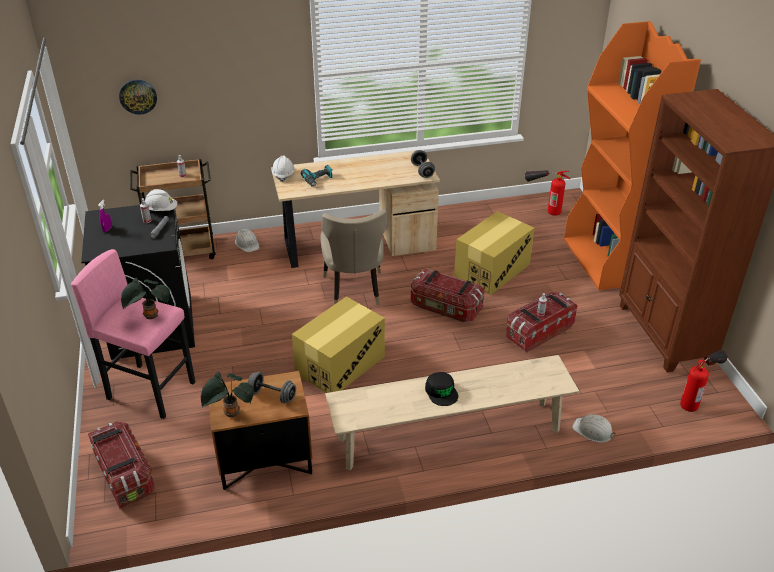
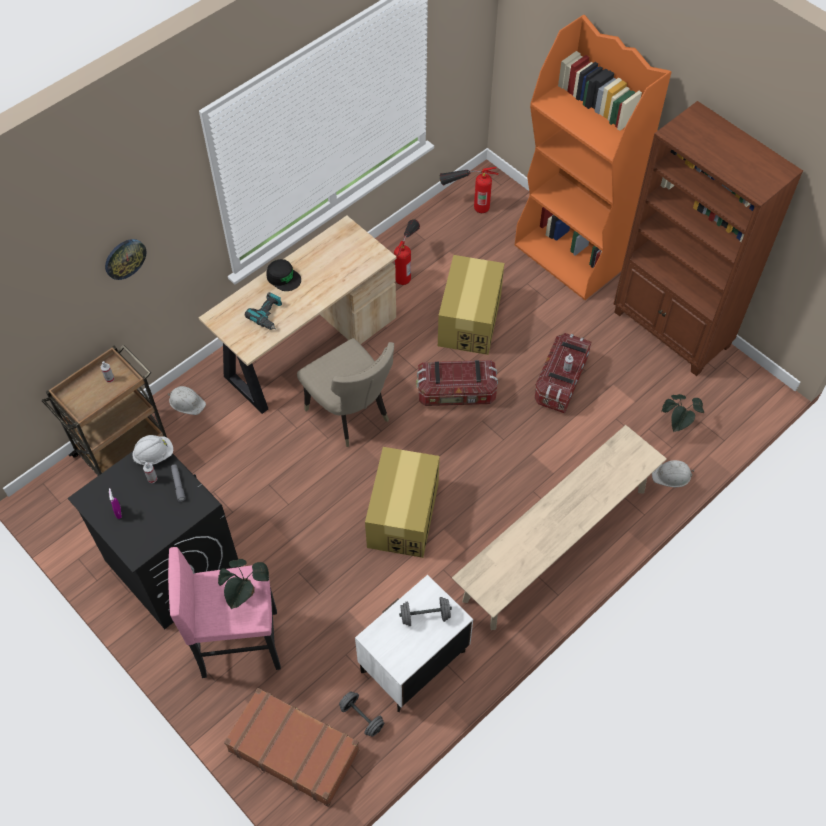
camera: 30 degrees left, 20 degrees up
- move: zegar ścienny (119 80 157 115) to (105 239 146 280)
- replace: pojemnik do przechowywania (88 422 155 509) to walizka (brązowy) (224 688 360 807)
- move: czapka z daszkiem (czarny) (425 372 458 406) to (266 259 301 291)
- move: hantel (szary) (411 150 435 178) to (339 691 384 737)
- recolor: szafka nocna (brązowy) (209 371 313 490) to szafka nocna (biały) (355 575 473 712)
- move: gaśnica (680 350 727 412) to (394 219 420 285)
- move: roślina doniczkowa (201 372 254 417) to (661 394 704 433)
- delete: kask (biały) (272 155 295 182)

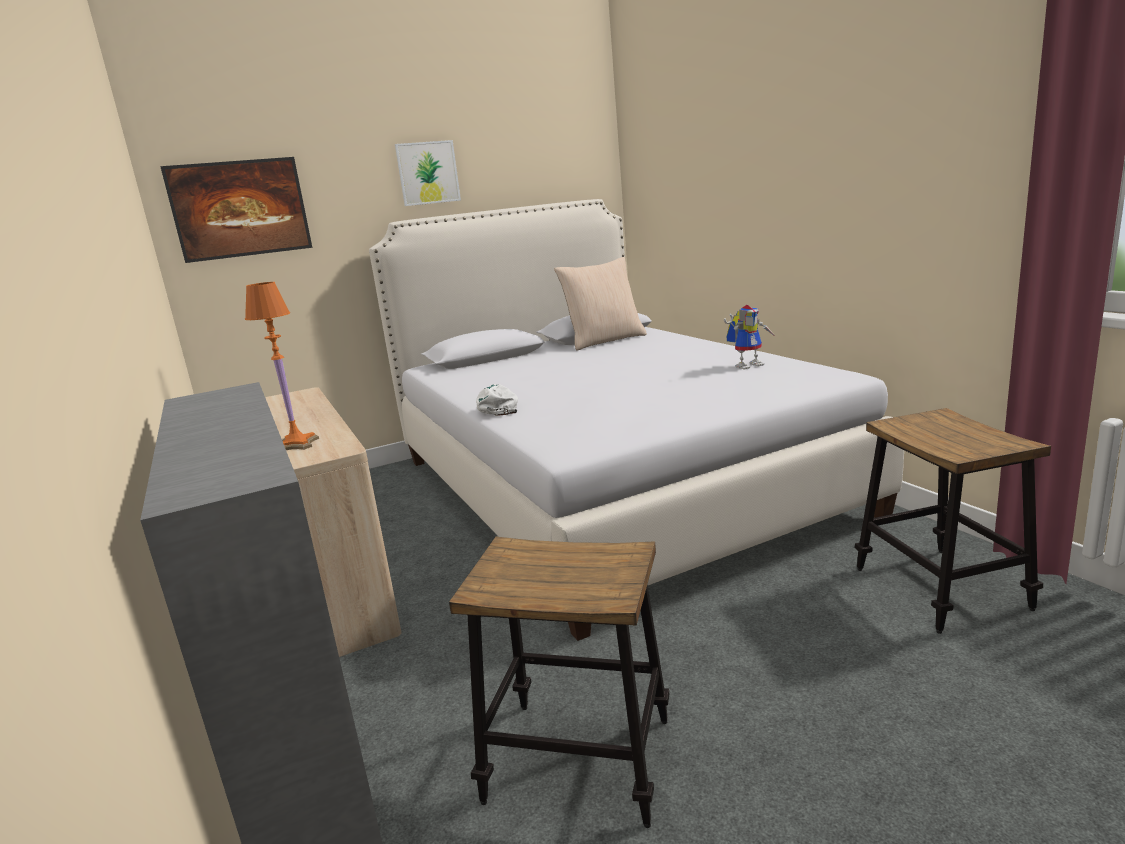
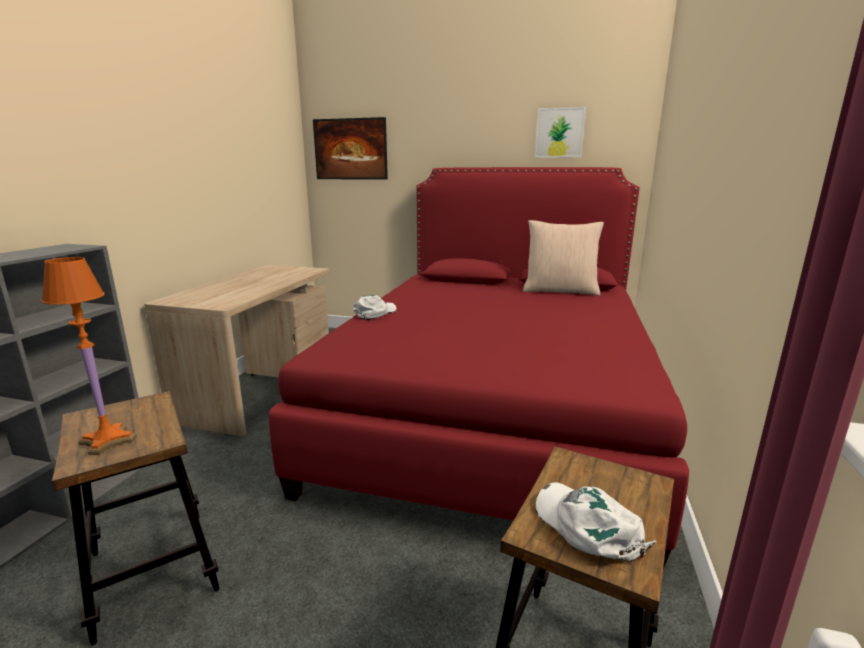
camera: 40 degrees right, 0 degrees up
- move: lampa stołowa (pomarańczowy) (245 282 319 450) to (41 257 137 455)
- recolor: łóżko (biały) (369 199 904 641) to łóżko (czerwony) (269 167 689 569)
- move: obraz (395 140 461 206) to (535 107 586 158)
- insert: czapka z daszkiem (biały) (535 482 656 562)
- delete: robot zabawkowy (724 305 776 370)

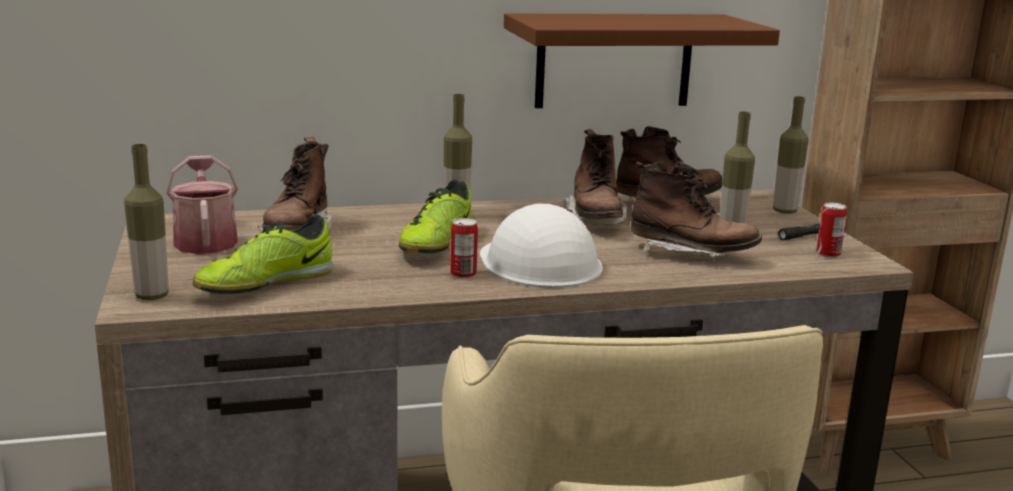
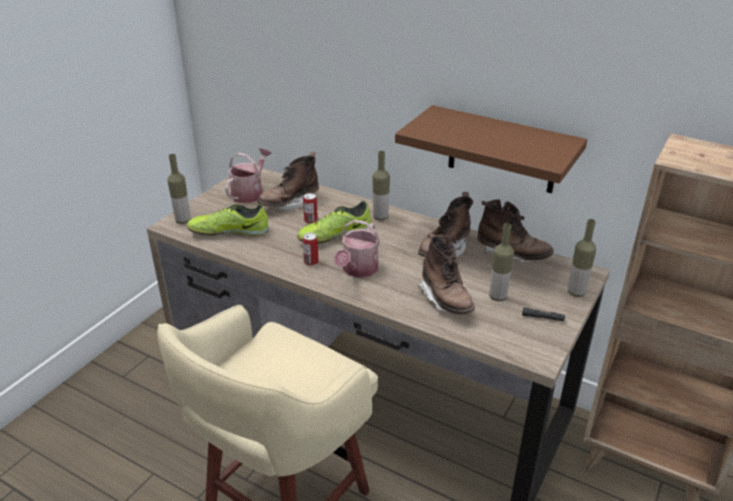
camera: 45 degrees right, 15 degrees up
- move: puszka (816 202 847 258) to (303 193 318 224)
- replace: kask (biały) (480 204 603 288) to konewka (334 220 380 278)

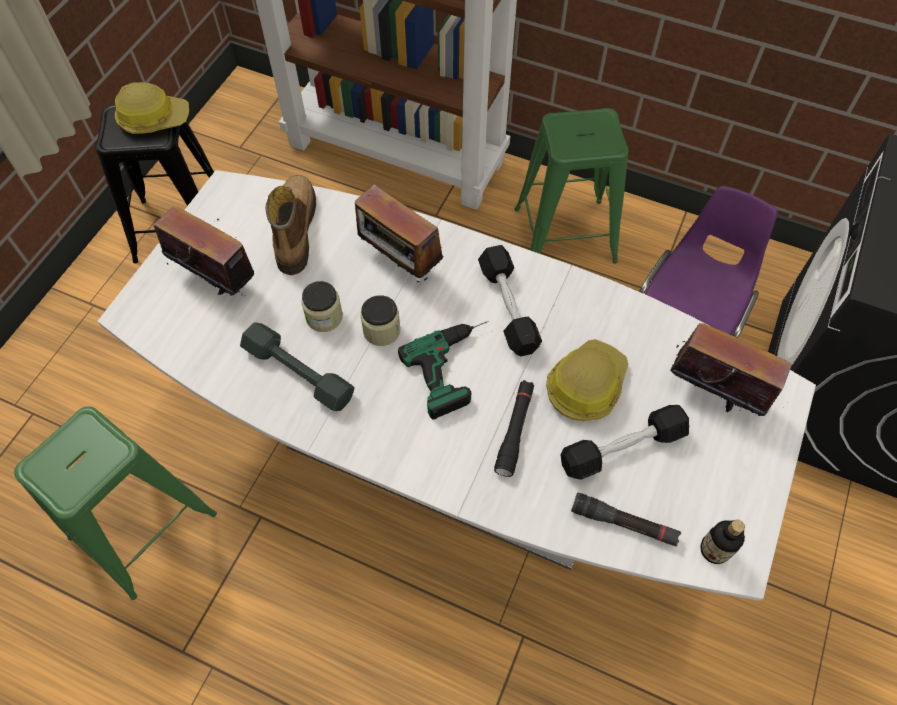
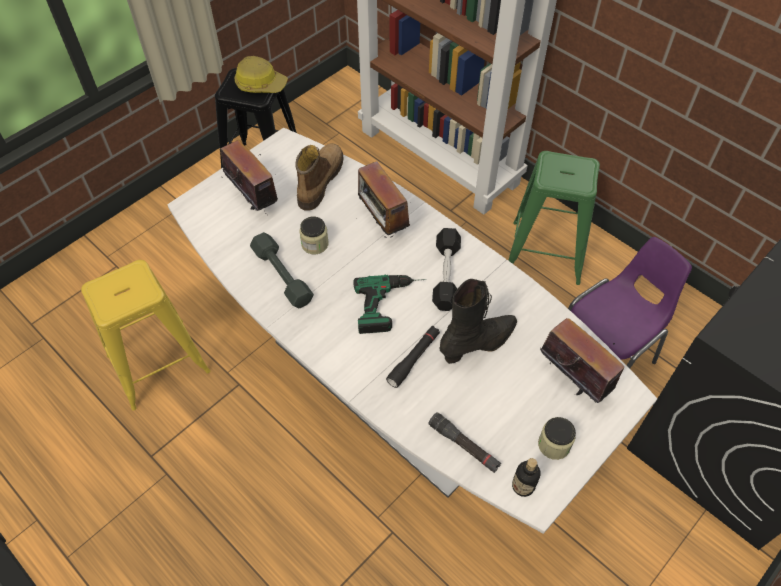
camera: 20 degrees right, 5 degrees down
- recolor: stołek (zielony) (14 406 217 600) to stołek (żółty) (81 260 210 411)
- replace: kask (546 339 628 421) to but z cholewką (czarny) (439 279 517 364)
- move: słoik (361 295 400 346) to (538 417 576 460)
- delete: hantel (czarny) (560 405 689 480)

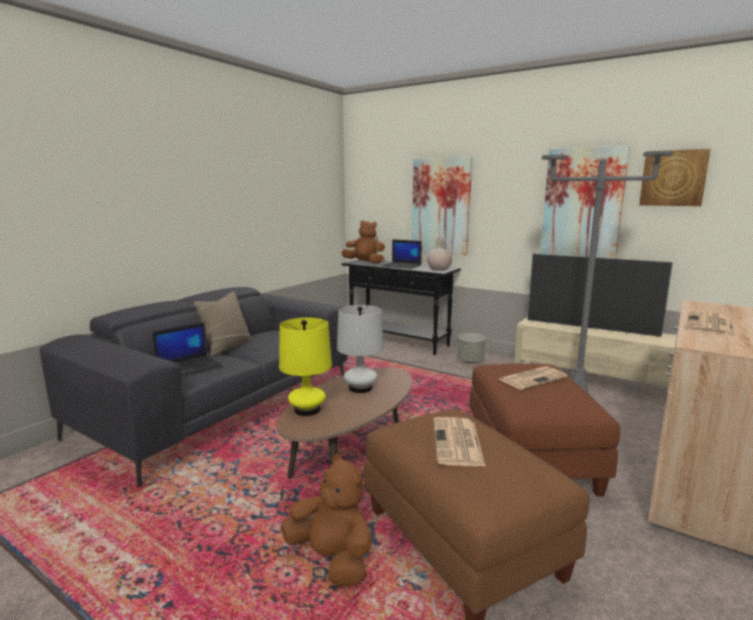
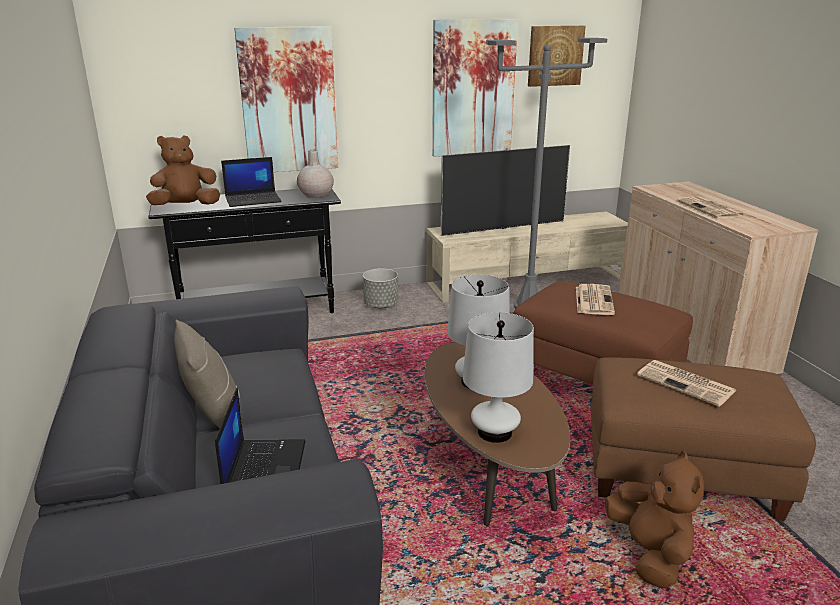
camera: 50 degrees left, 10 degrees up
- recolor: lampa stołowa (żółty) (279 318 332 416) to lampa stołowa (biały) (463 312 534 443)
- rotate: pluszak (brązowy) (281 454 372 587) = (605 451 704 588) 90 degrees clockwise

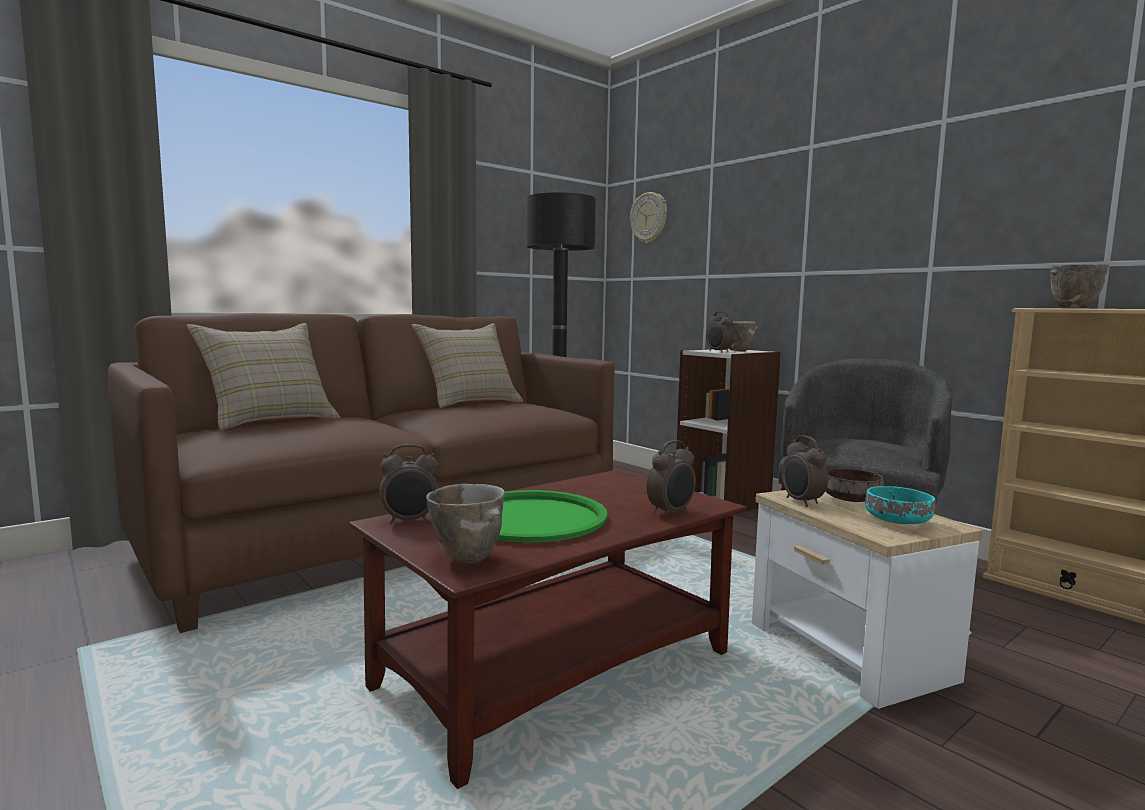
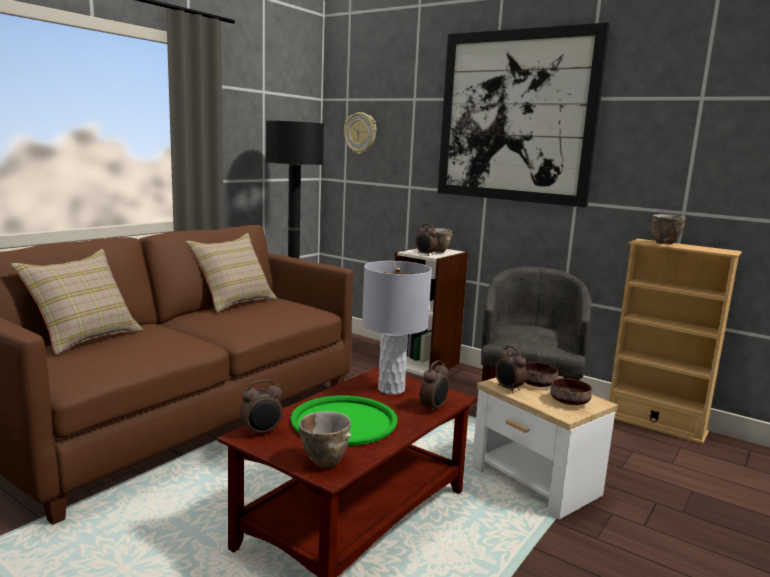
camera: 15 degrees left, 5 degrees up
- insert: lampa stołowa (szary) (362 261 432 395)
- insert: obraz (438 22 610 207)
- recolor: miska (turkusowy) (865 486 935 524) to miska (brązowy) (550 378 592 405)

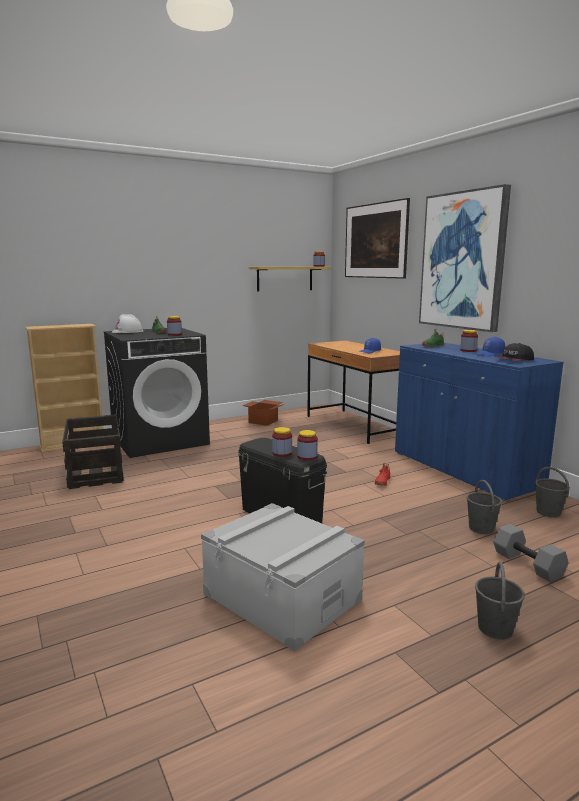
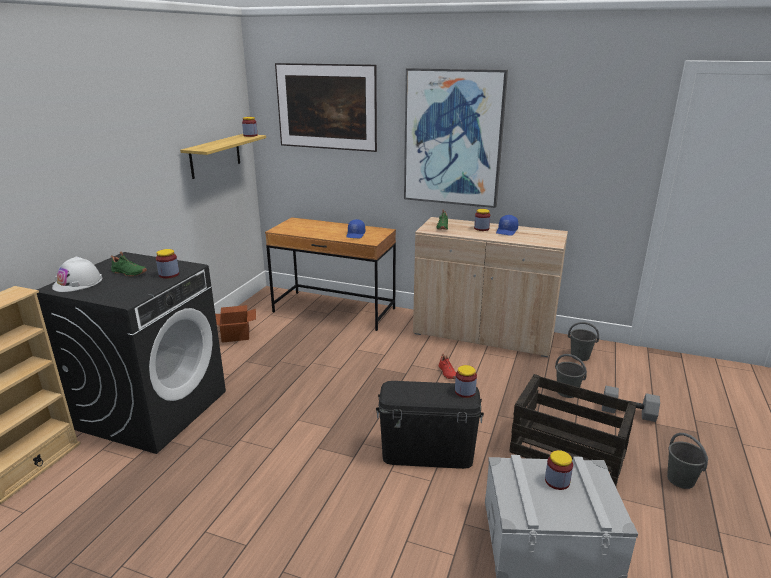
camera: 40 degrees left, 10 degrees up
- recolor: szafka (niebieski) (395 343 564 502) to szafka (beżowy) (413 217 568 357)
- move: skrzynka (62 414 124 489) to (509 374 637 486)
- move: słoik (272 427 292 457) to (545 450 573 490)
- delete: czapka z daszkiem (494 343 534 361)

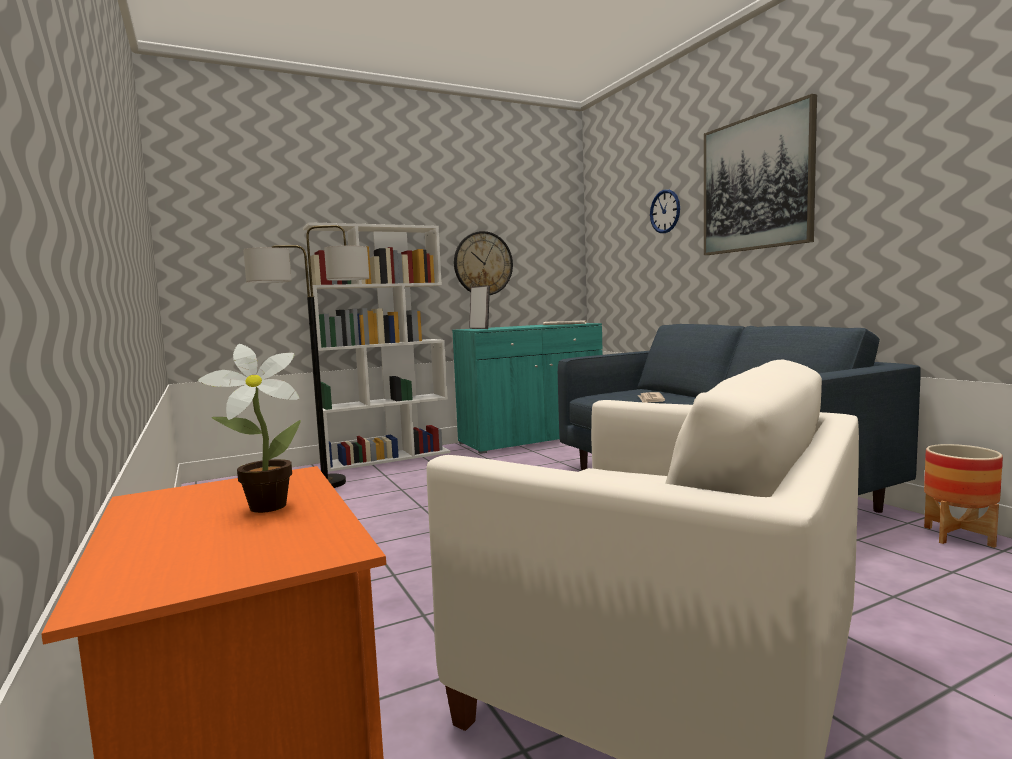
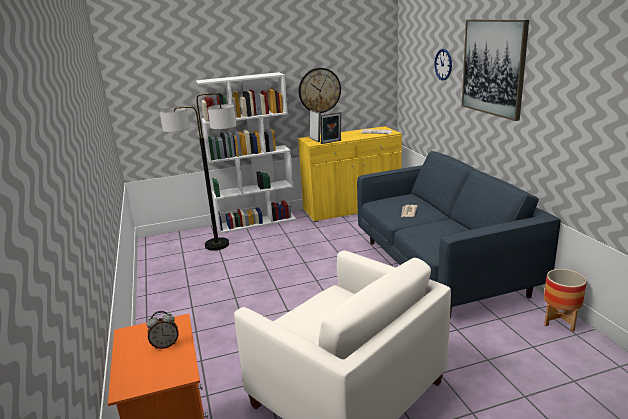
camera: 10 degrees right, 15 degrees up
- replace: roślina doniczkowa (198 344 301 513) to budzik (147 311 178 349)
- recolor: szafka (turkusowy) (452 323 602 454) to szafka (żółty) (298 126 402 222)
- insert: ramka na zdjęcie (320 112 341 144)

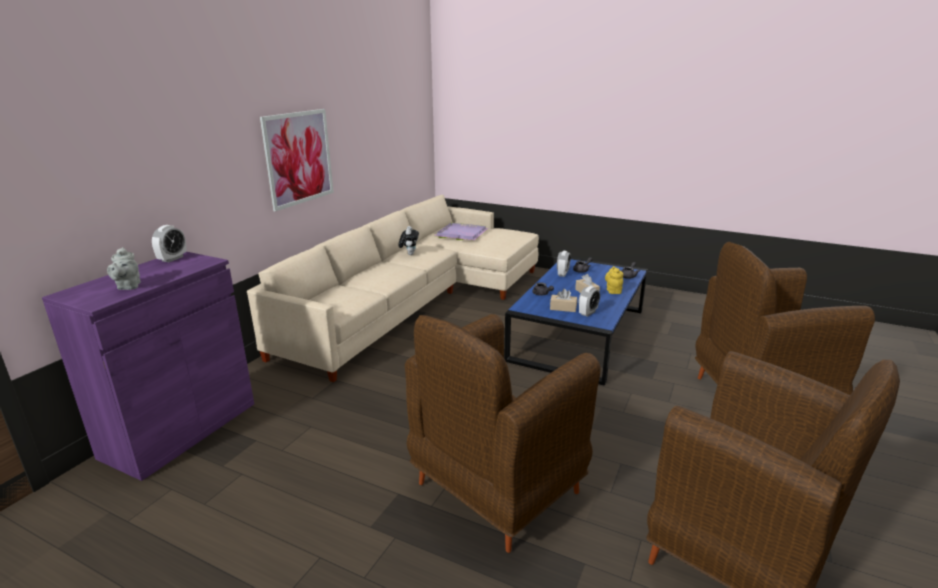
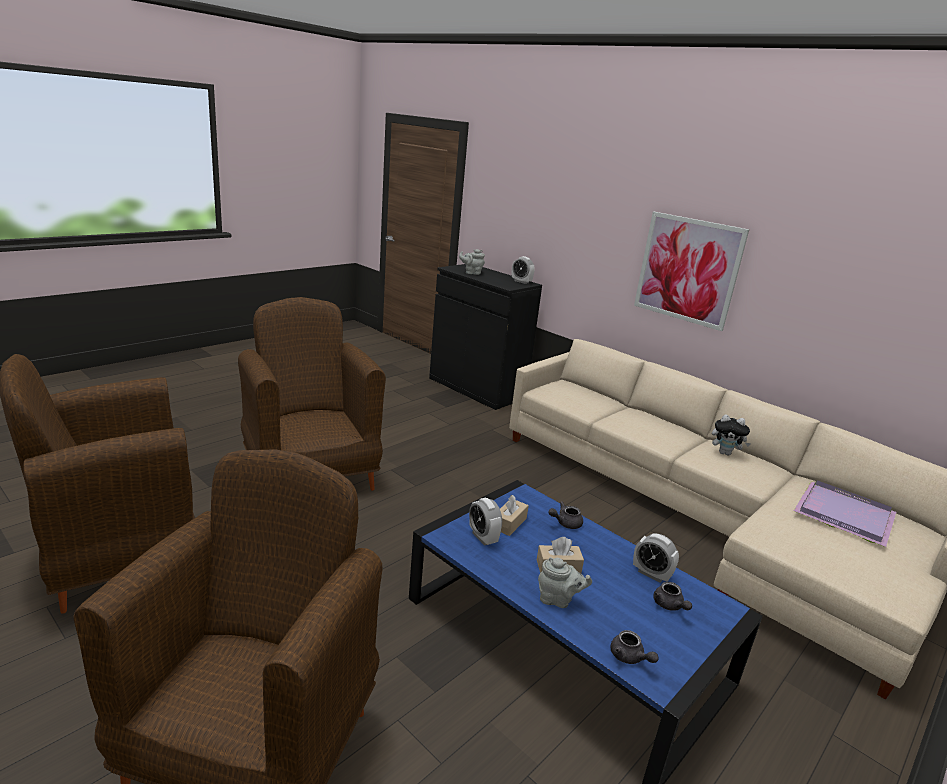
camera: 105 degrees right, 0 degrees up
- recolor: szafka (fioletowy) (42 252 254 481) to szafka (czarny) (429 264 542 410)
- recolor: imbryk (żółty) (605 266 623 294) to imbryk (szary) (538 557 592 608)

